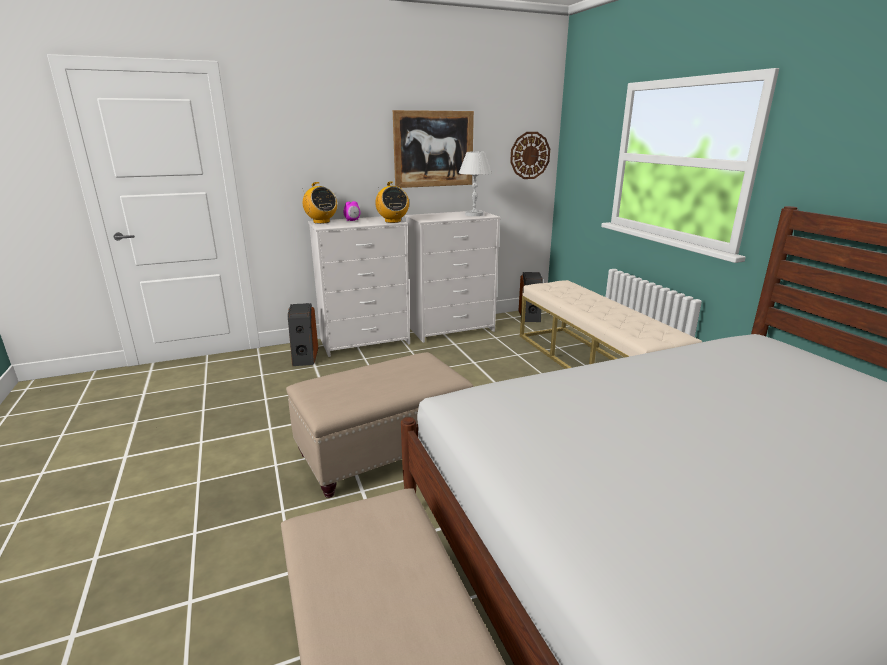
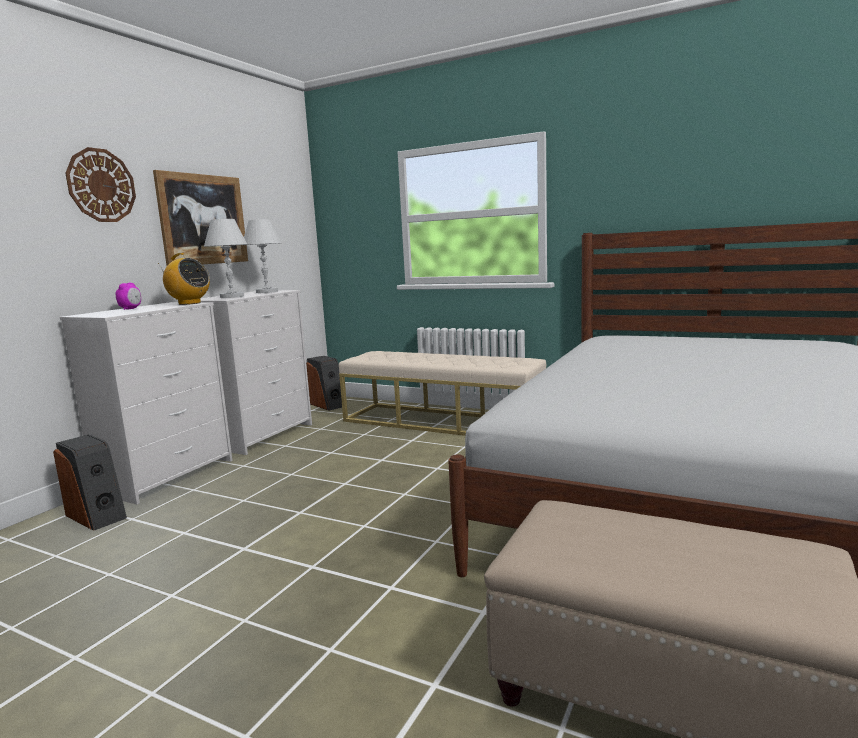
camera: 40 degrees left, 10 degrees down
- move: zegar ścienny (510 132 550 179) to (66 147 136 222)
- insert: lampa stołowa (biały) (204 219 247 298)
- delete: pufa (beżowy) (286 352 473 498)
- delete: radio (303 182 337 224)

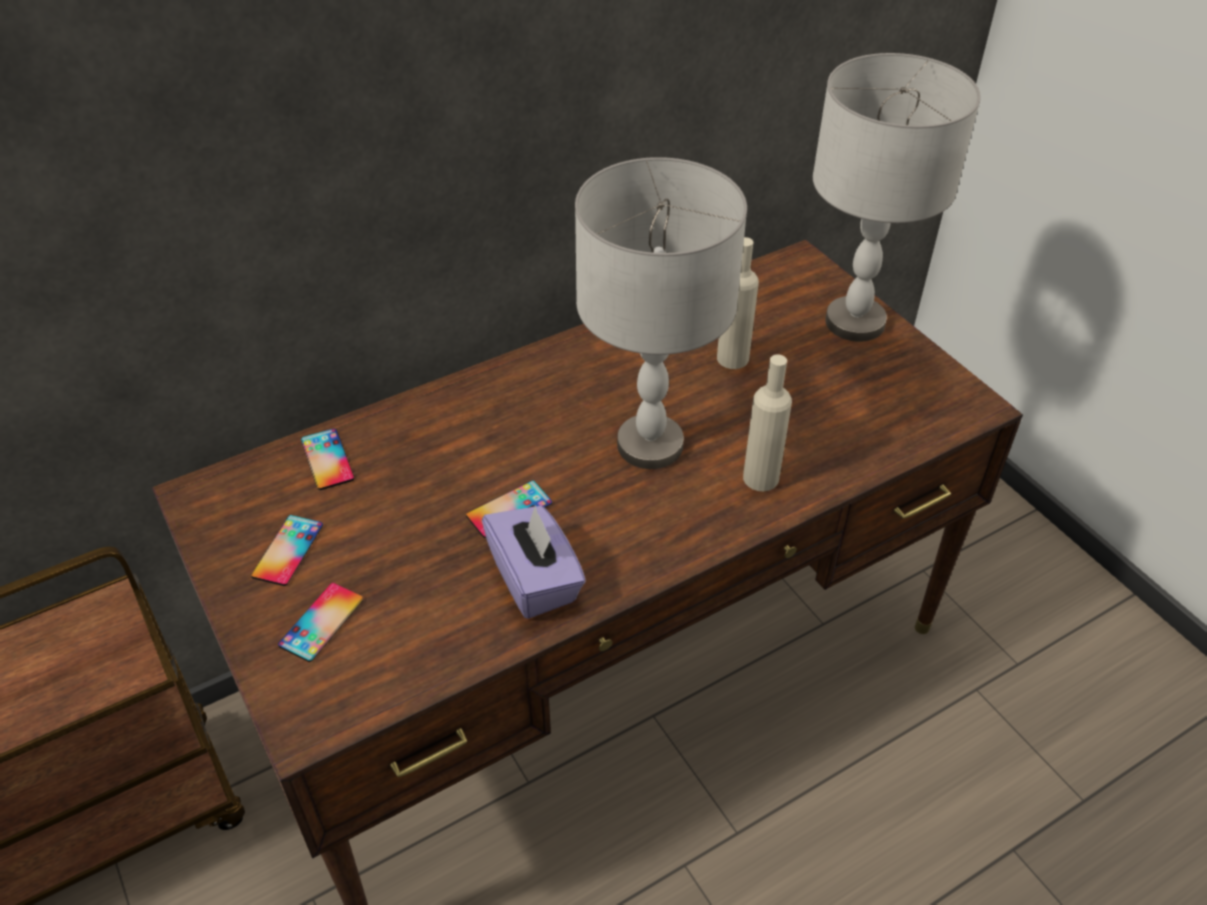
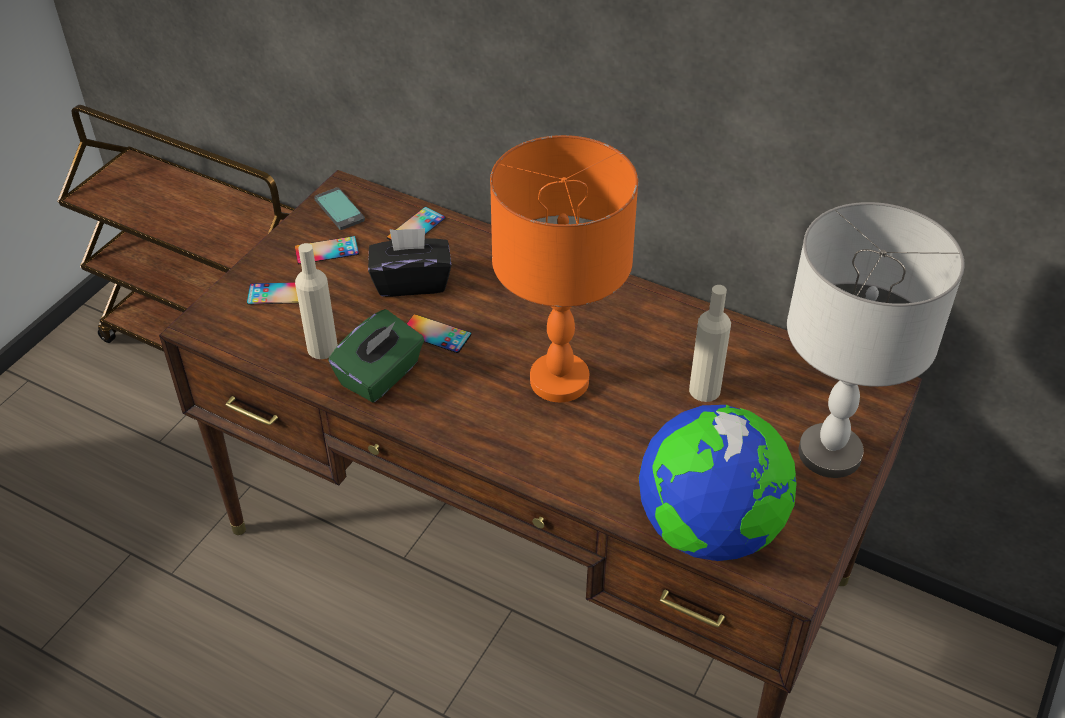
camera: 60 degrees right, 0 degrees up
- move: butelka (beżowy) (743 354 792 491) to (295 243 338 359)
- insert: telefon (314 187 365 230)
- recolor: pudełko chusteczek (fioletowy) (482 505 586 619) to pudełko chusteczek (zielony) (328 309 424 402)
- insert: pudełko chusteczek (czarny) (368 228 452 297)
- recolor: lampa stołowa (szary) (575 157 747 469) to lampa stołowa (pomarańczowy) (490 135 638 402)
- insert: globus (639 405 797 561)

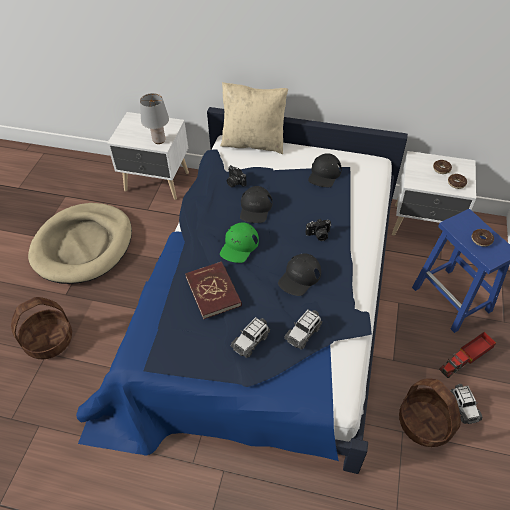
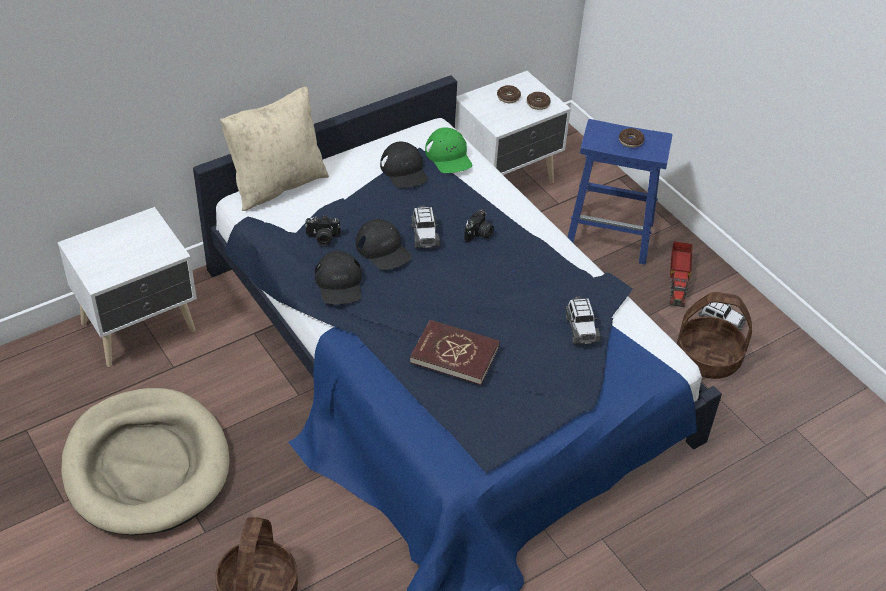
camera: 50 degrees left, 5 degrees down
- move: czapka z daszkiem (czarny) (278 253 321 296) to (314 251 362 305)
- move: samochodzik (231 317 270 358) to (411 205 440 248)
- move: czapka z daszkiem (zielony) (220 222 259 263) to (425 127 472 173)
- delete: lampa stołowa (szary) (140 93 169 144)

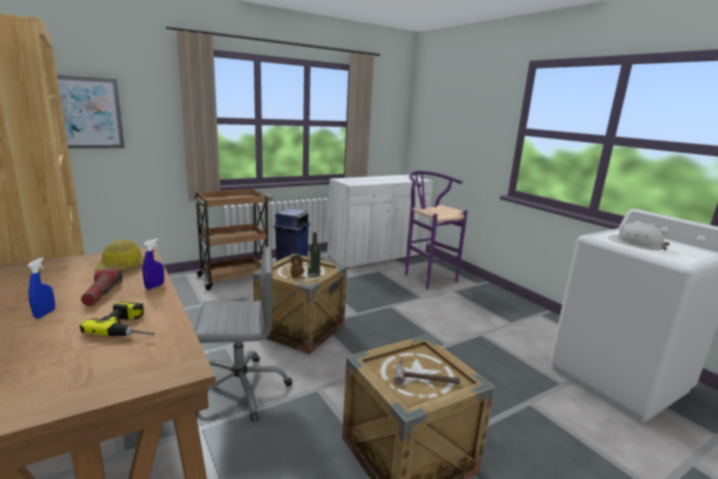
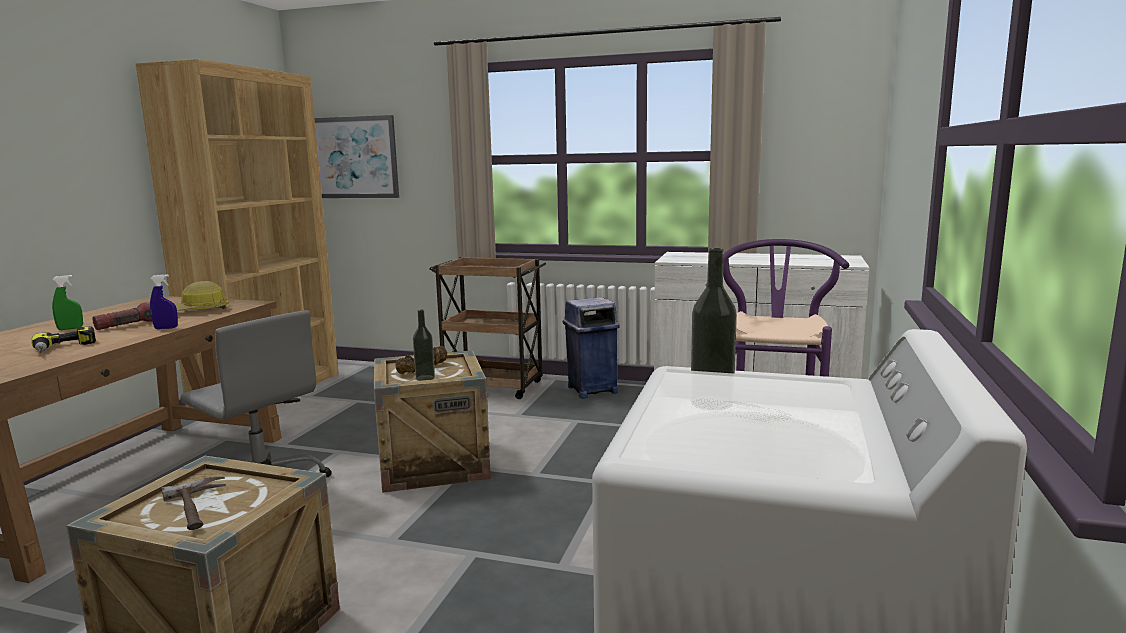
camera: 50 degrees right, 5 degrees down
- recolor: spryskiwacz (niebieski) (27 257 55 319) to spryskiwacz (zielony) (52 275 83 330)
- replace: kask (biały) (609 222 670 251) to butelka (690 248 737 410)

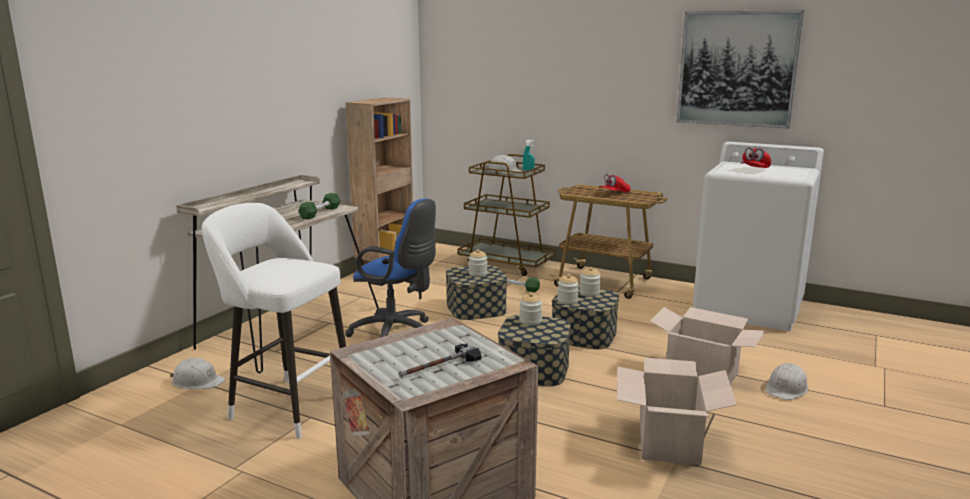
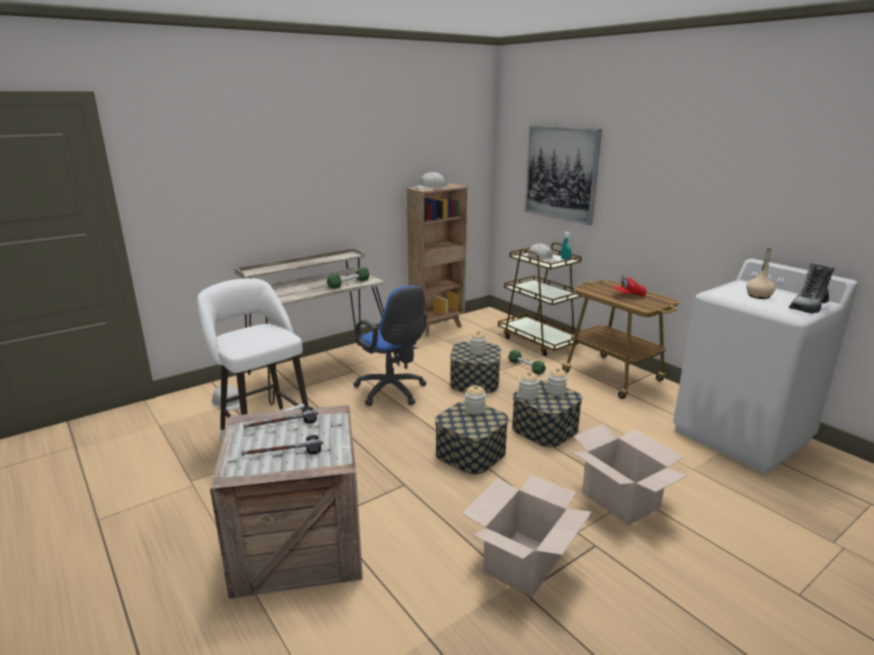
camera: 25 degrees right, 5 degrees up
- insert: młotek (243 407 318 429)
- move: kask (biały) (766 363 808 400) to (414 172 447 189)
- move: obraz (677 10 804 129) to (525 125 602 225)
- replace: czapka z daszkiem (czerwony) (741 147 771 168) to butelka (beżowy) (746 247 776 299)
- insert: but z cholewką (789 263 834 313)

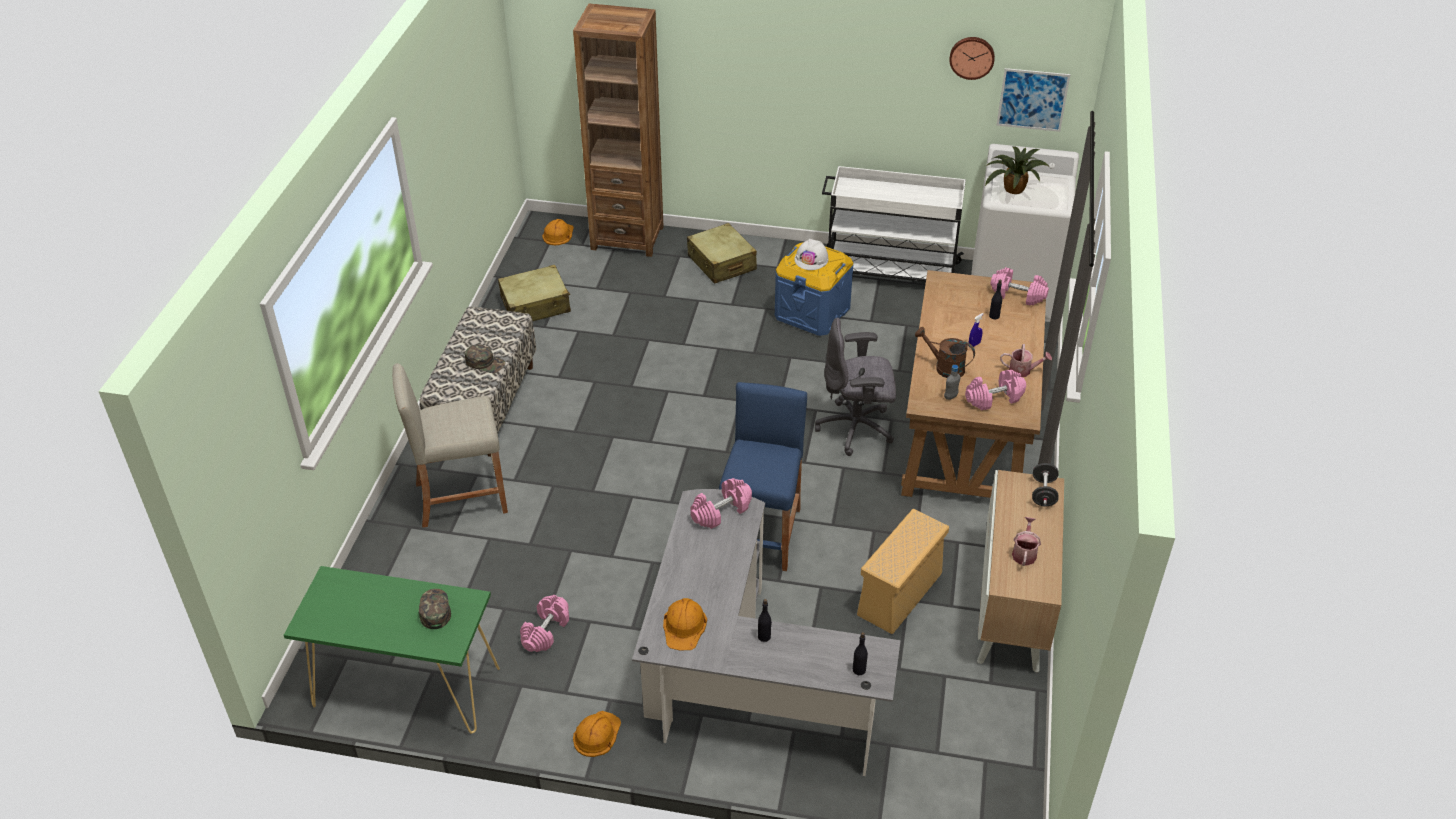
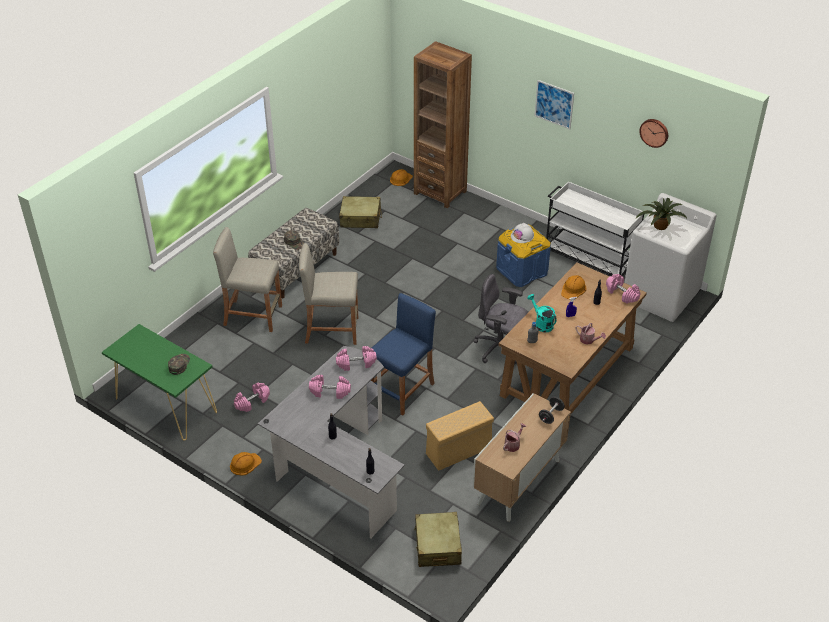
camera: 25 degrees right, 0 degrees up
- insert: stołek (beżowy) (299 243 358 345)
- move: hantel (różowy) (965 370 1026 410) to (309 375 351 399)
- move: walizka (beżowy) (687 223 757 284) to (414 512 462 567)
- recolor: konewka (brązowy) (915 327 975 378) to konewka (turkusowy) (527 294 557 332)
- move: obraz (997 68 1070 132) to (534 80 574 129)
- move: kask (pomarańczowy) (663 598 707 651) to (561 275 586 299)

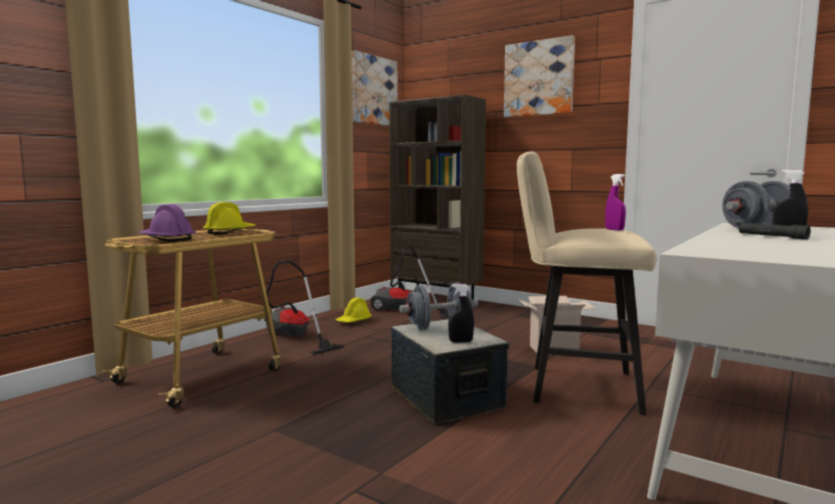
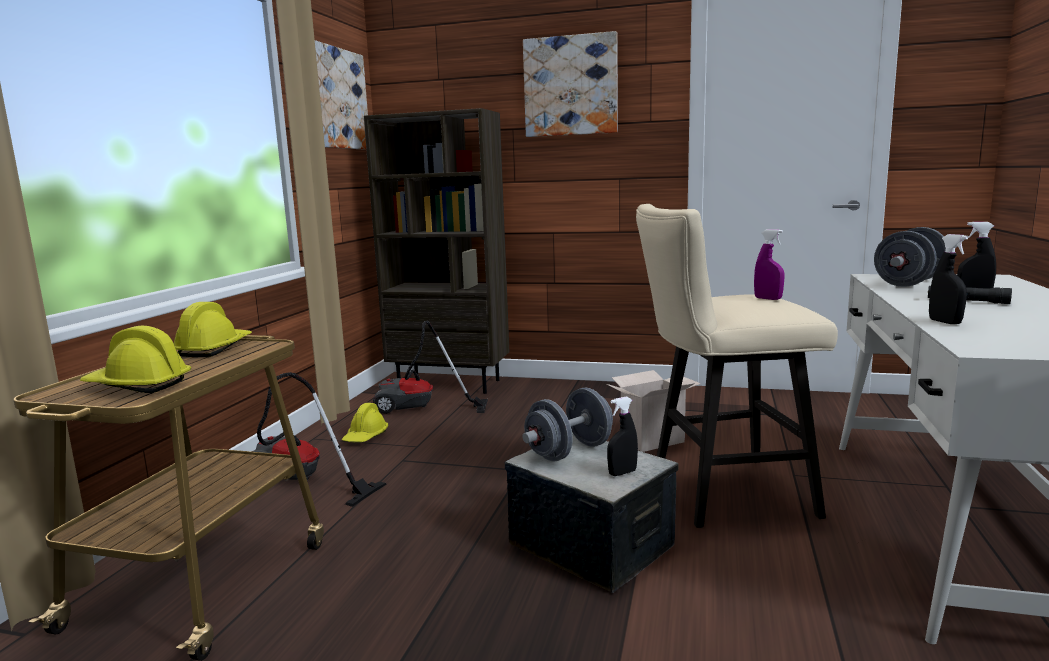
camera: 20 degrees left, 5 degrees up
- recolor: kask (fioletowy) (139 204 196 242) to kask (żółty) (80 325 191 393)
- insert: spryskiwacz (czarny) (929 234 968 324)

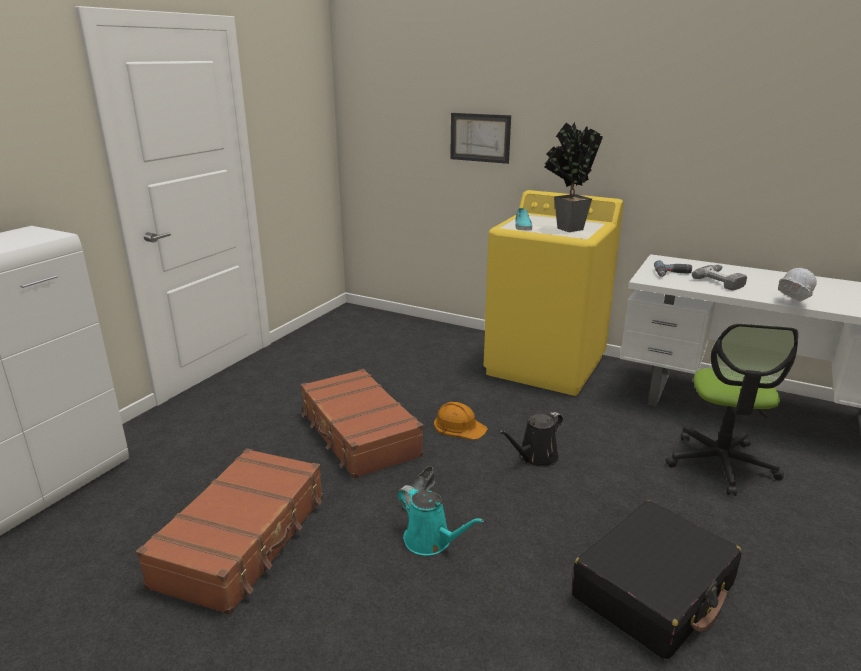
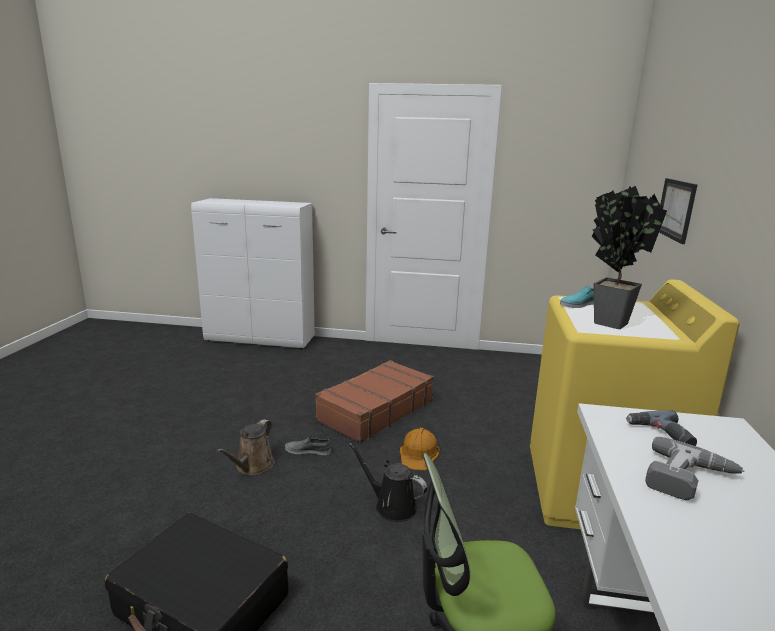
camera: 70 degrees right, 5 degrees down
- recolor: konewka (turkusowy) (398 485 484 556) to konewka (brązowy) (216 419 275 475)
- delete: walizka (brązowy) (136 448 323 615)
- delete: kask (biały) (778 268 817 301)

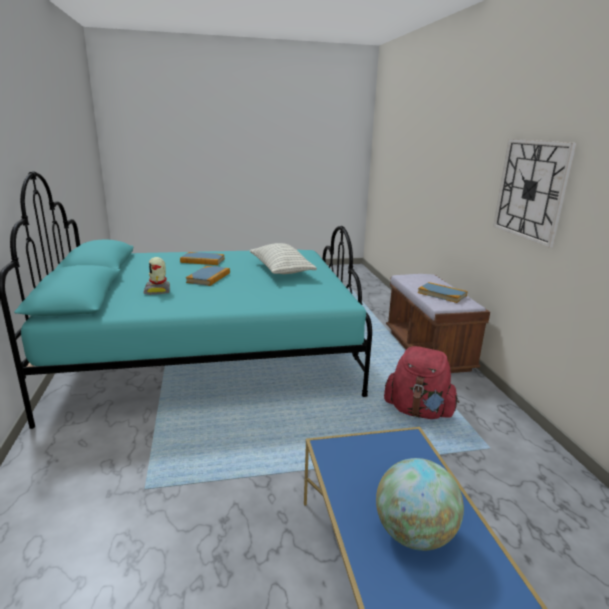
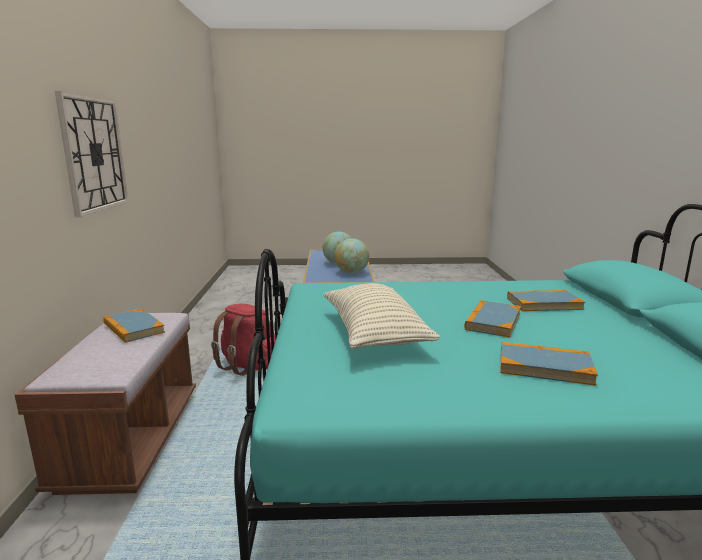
camera: 170 degrees left, 5 degrees down
- insert: globus (334 238 369 274)
- replace: robot zabawkowy (143 257 170 295) to książka (507 290 585 311)

